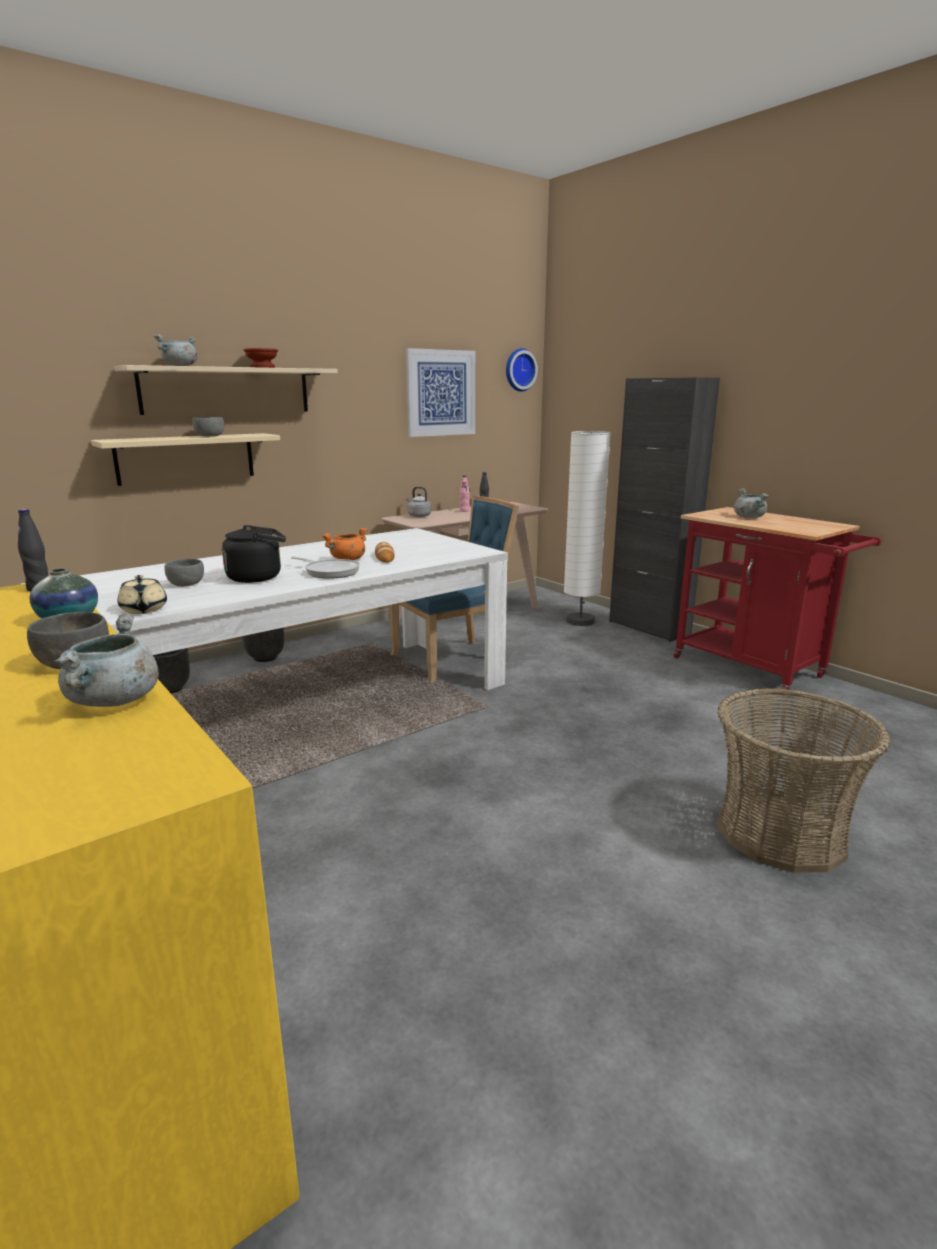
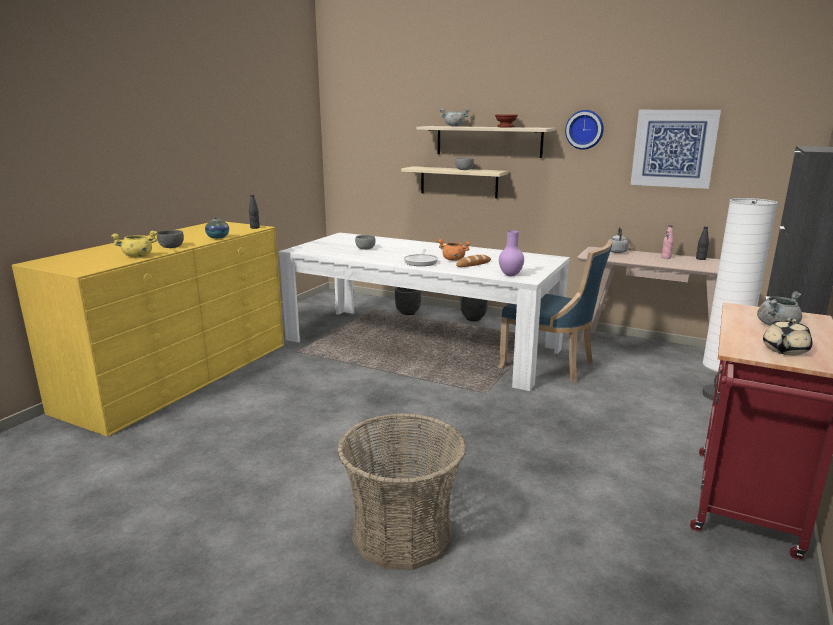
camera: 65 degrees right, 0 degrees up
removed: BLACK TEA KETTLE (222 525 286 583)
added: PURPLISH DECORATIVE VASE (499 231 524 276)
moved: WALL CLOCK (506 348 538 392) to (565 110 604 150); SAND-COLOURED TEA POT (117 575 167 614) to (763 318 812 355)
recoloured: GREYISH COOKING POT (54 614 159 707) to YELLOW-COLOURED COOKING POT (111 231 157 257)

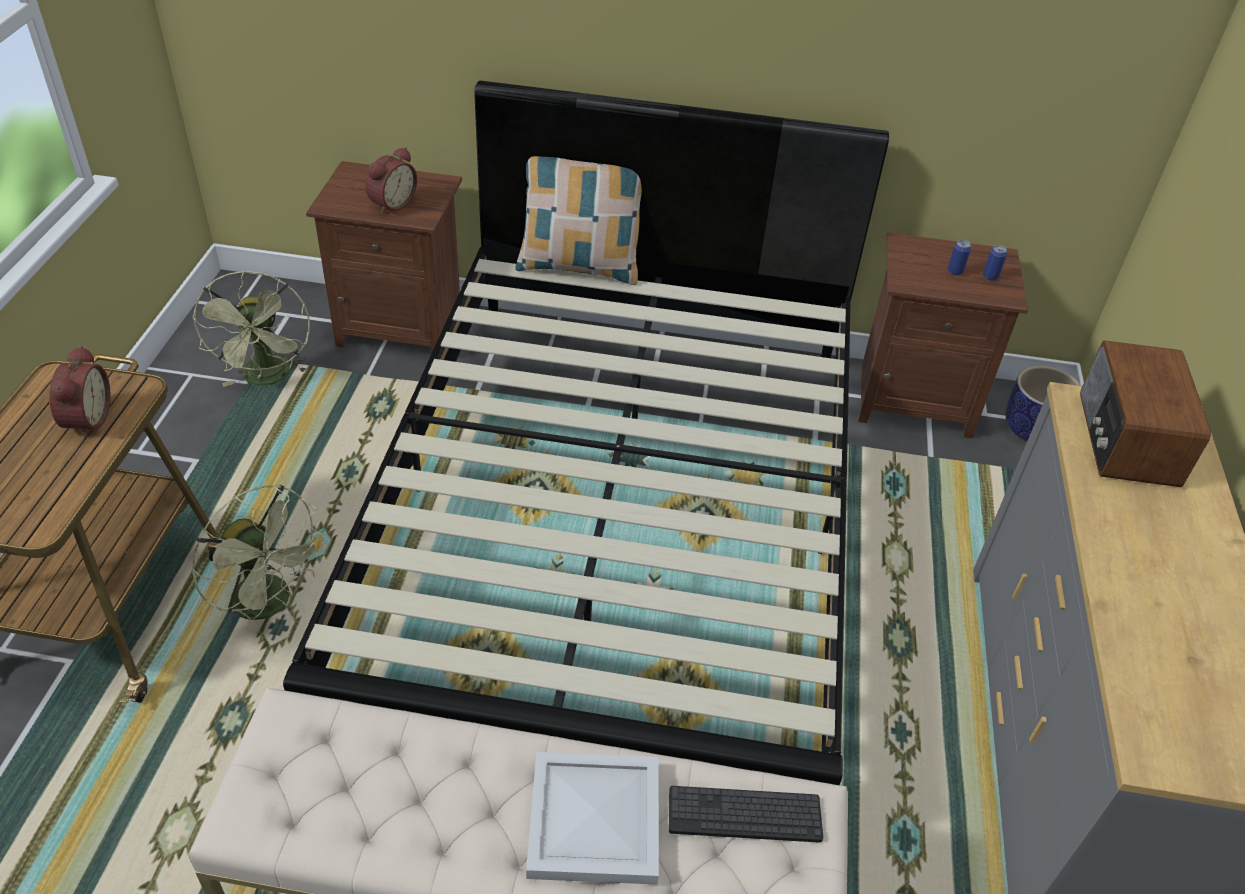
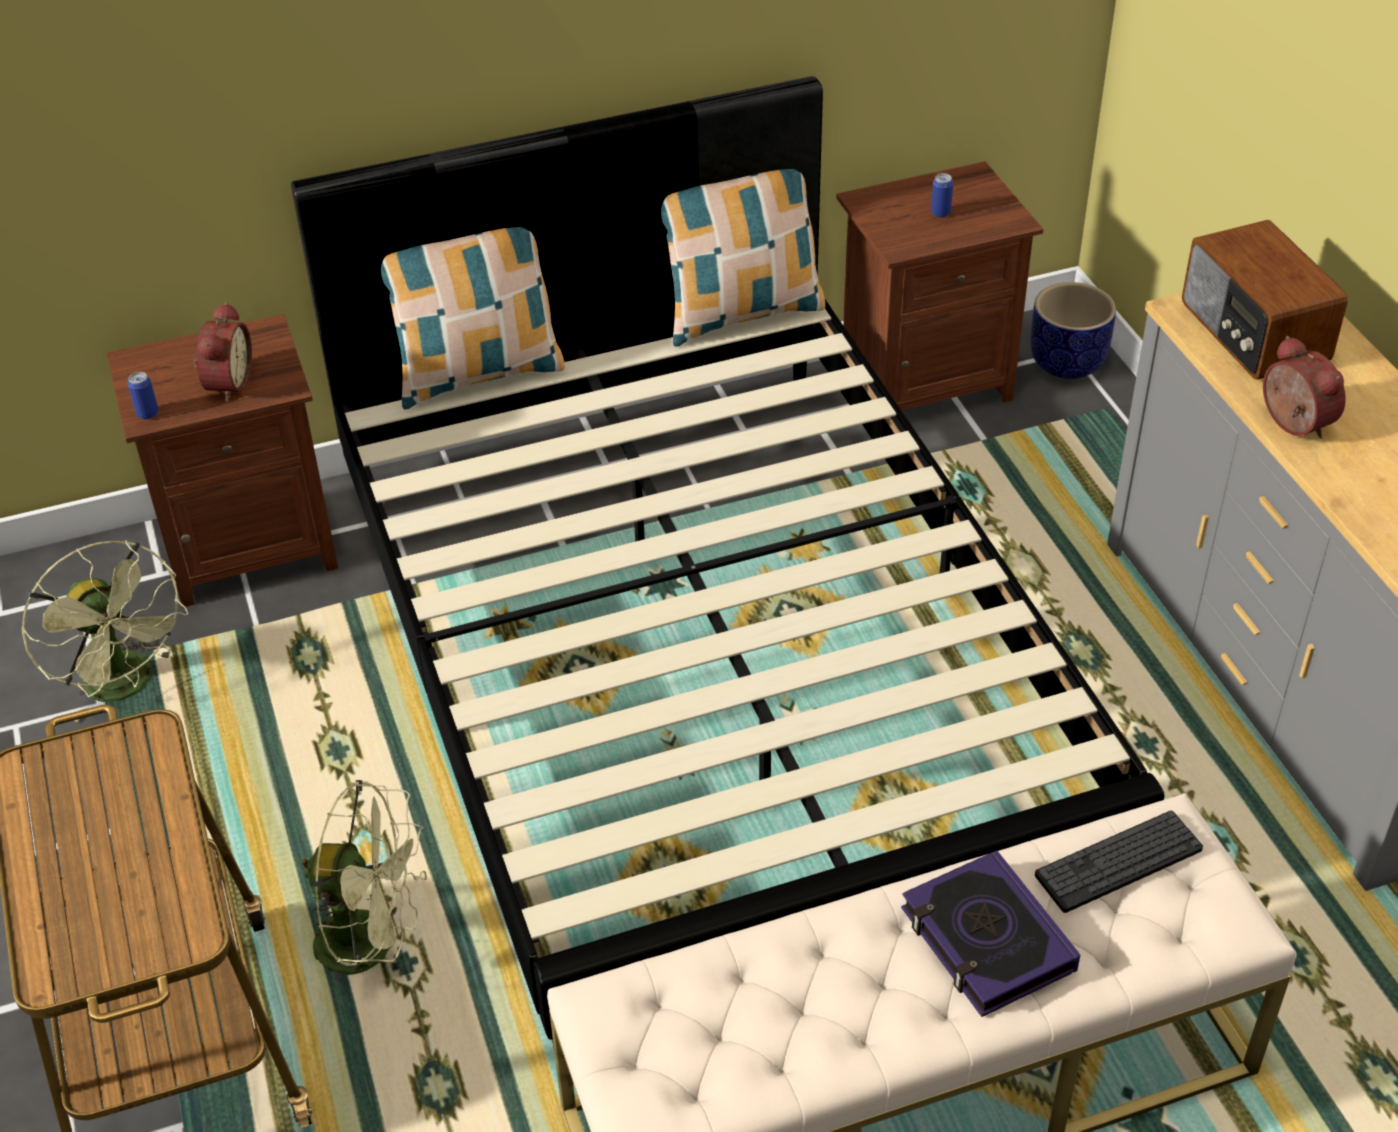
camera: 25 degrees left, 0 degrees up
added: CUSHION (661 169 825 347)
moved: CAN (983 245 1007 281) to (128 372 158 419); ALARM CLOCK (49 346 111 438) to (1263 336 1346 439)
replaced: WHITE-COLOURED TRAY (526 752 659 885) to BOUND BOOK (901 850 1080 1017)

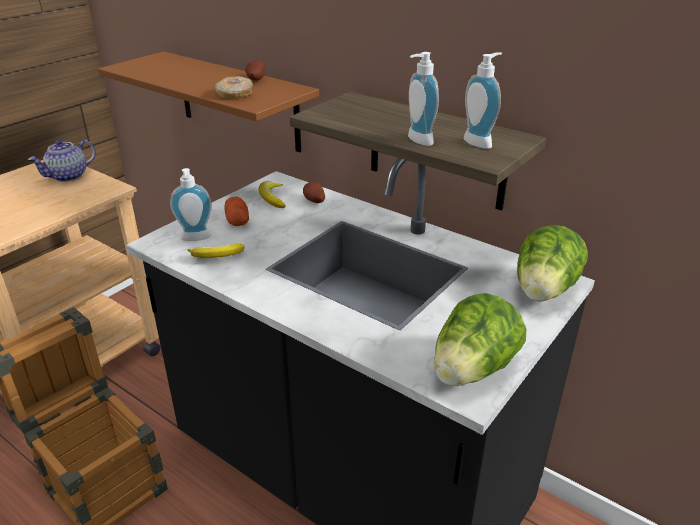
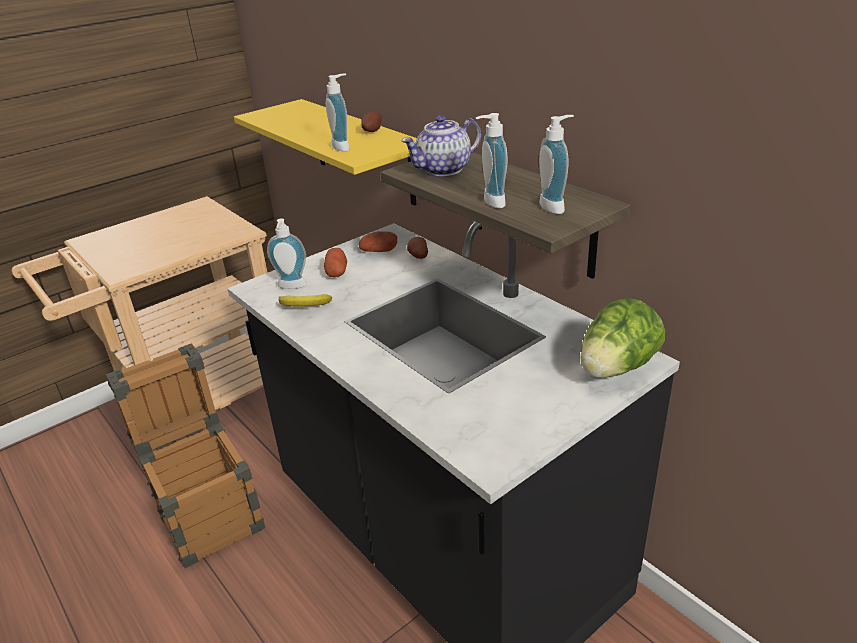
camera: 15 degrees right, 0 degrees up
removed: LETTUCE HEAD (434 293 526 386)
moved: TEA POT (28 140 96 182) to (401 116 481 176)
replaced: DONUT (215 76 253 99) to SOAP DISPENSER (326 74 350 151); BANANA FRUIT (259 181 286 208) to WHOLE POTATO (358 231 397 252)
recoloured: BROWN-COLOURED BRACKET SHELF (98 51 319 152) to YELLOW-COLOURED BRACKET SHELF (234 99 417 206)

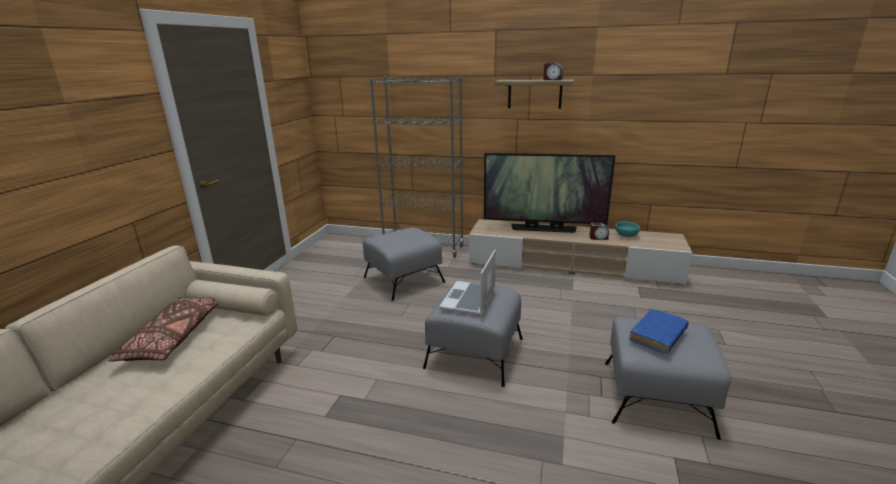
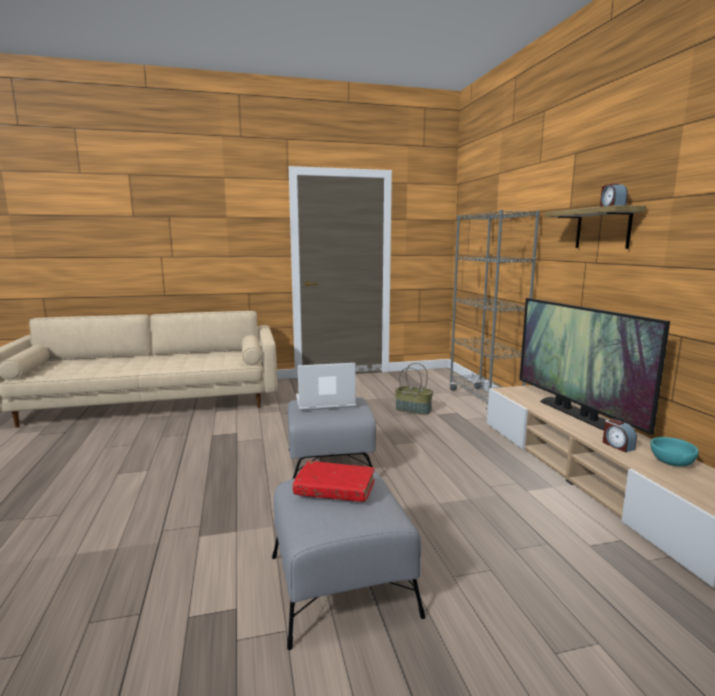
camera: 60 degrees right, 10 degrees down
removed: BROWN-COLOURED CUSHION (108 297 218 362)
replaced: GREYISH POUFFE (363 227 445 301) to STORAGE BASKET (395 363 433 415)
recoloured: BLUE-COLOURED BOUND BOOK (629 309 689 353) to RED-COLOURED BOUND BOOK (293 461 375 502)

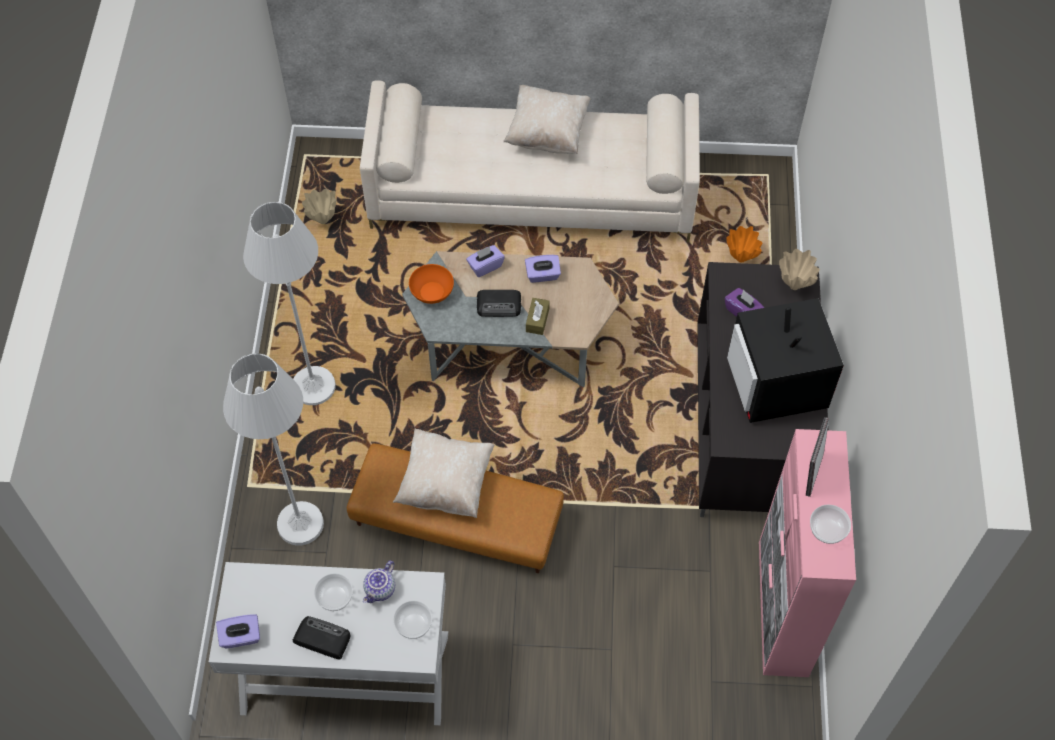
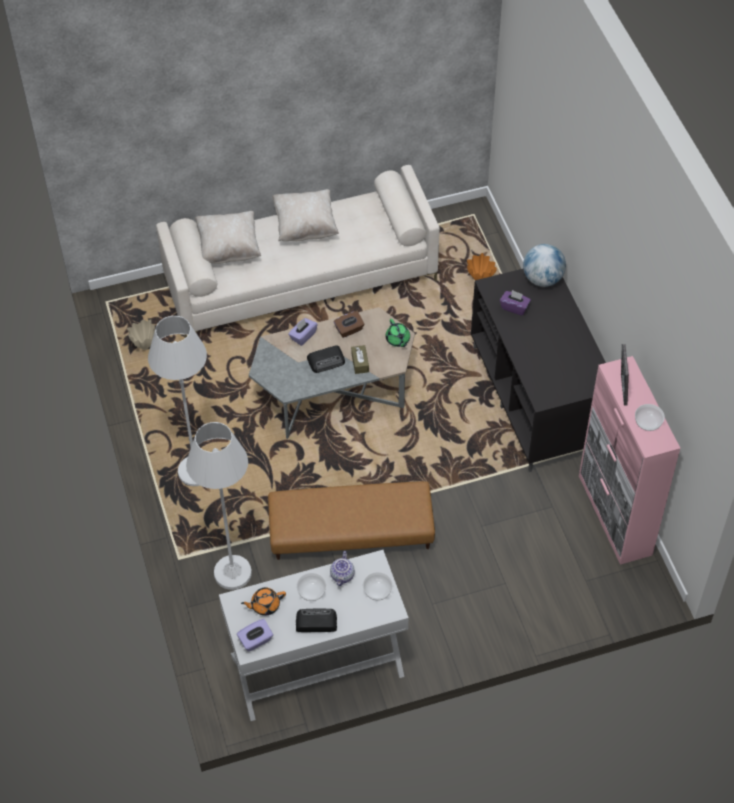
camera: 20 degrees left, 5 degrees down
removed: ORANGE-COLOURED SERVING BOWL (409 264 454 304); TV (727 298 844 423)
added: GREENISH TEA POT (386 319 410 347); ORANGE-COLOURED TEA POT (241 587 286 616)
moved: SAND-COLOURED CUSHION (393 429 494 518) to (195 211 261 264)
replaced: SAND-COLOURED DECORATIVE VASE (779 249 820 290) to WORLD GLOBE (523 244 566 287)
recoloured: PURPLISH TISSUE BOX (525 255 561 283) to BROWN-COLOURED TISSUE BOX (334 311 364 338)

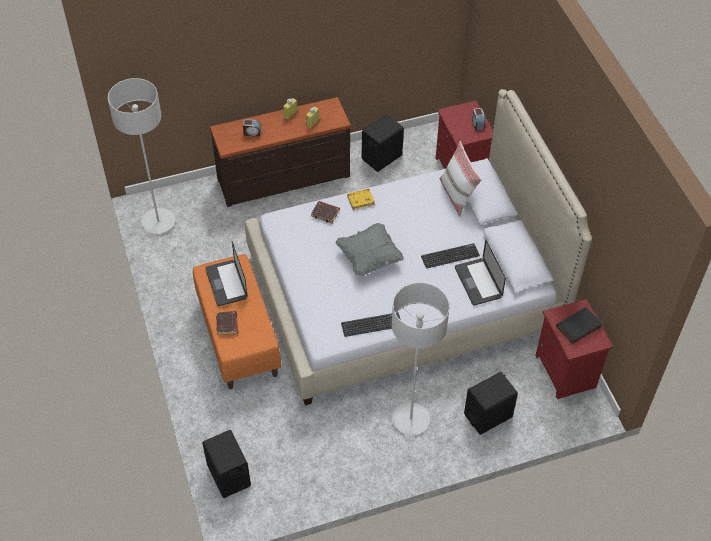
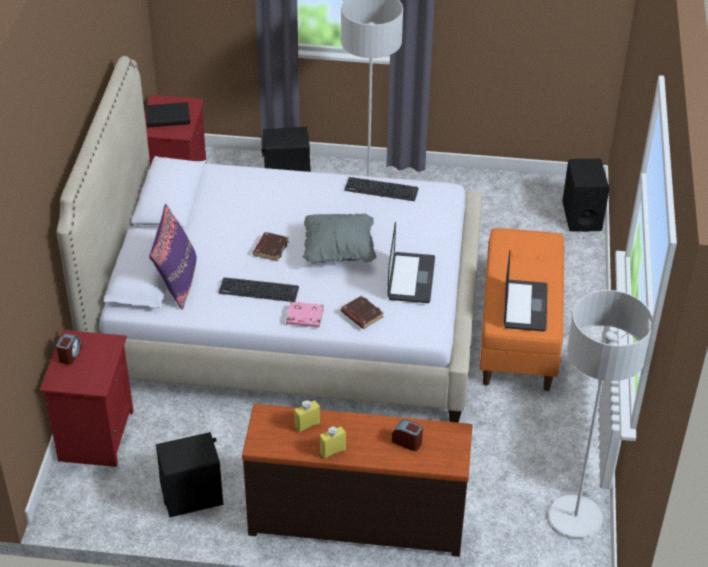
camera: 155 degrees left, 10 degrees down
moved: LAPTOP (455 239 506 306) to (387 222 435 303); KEYBOARD (421 243 480 269) to (218 277 299 302); BROWN-COLOURED BOUND BOOK (216 311 238 335) to (253 232 289 261)
recoloured: WHITE-COLOURED CUSHION (440 141 482 217) to PURPLISH CUSHION (149 204 197 310); YELLOW-COLOURED BOUND BOOK (347 189 375 210) to PINKISH BOUND BOOK (286 302 324 328)

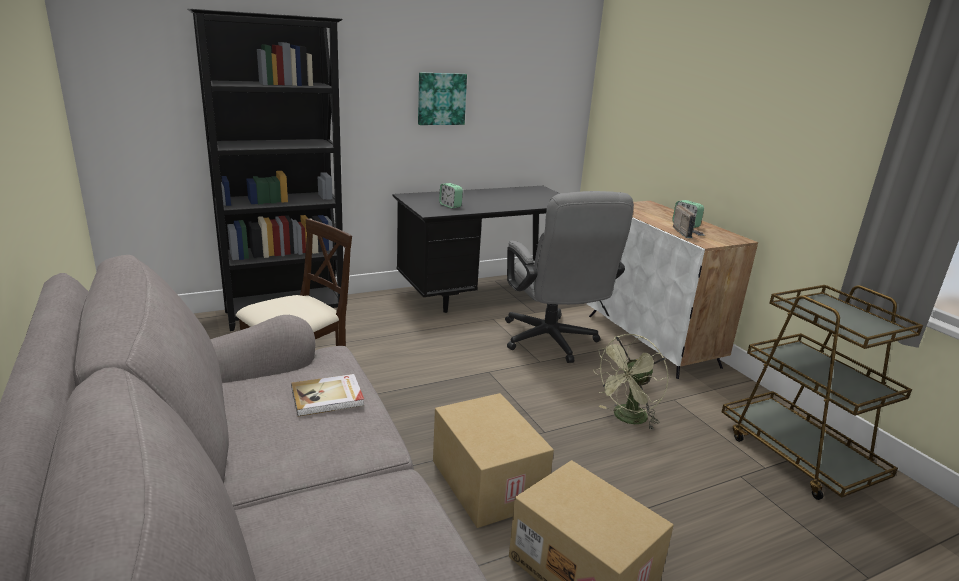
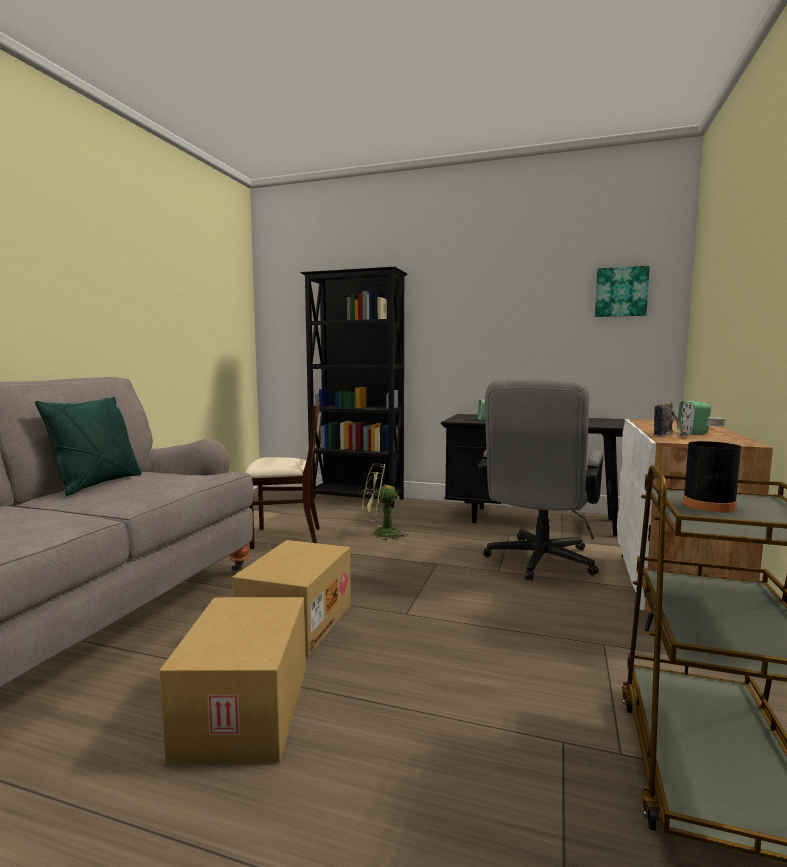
camera: 45 degrees right, 15 degrees down
removed: BOUND BOOK (291 374 364 417)
added: GREENISH CUSHION (35 397 142 496); BLACK BOTTLE (683 417 741 512)
moved: WALL PICTURE (418 72 467 125) to (595 266 650 317); GREENISH ELECTRIC FAN (593 334 668 430) to (362 463 408 541)

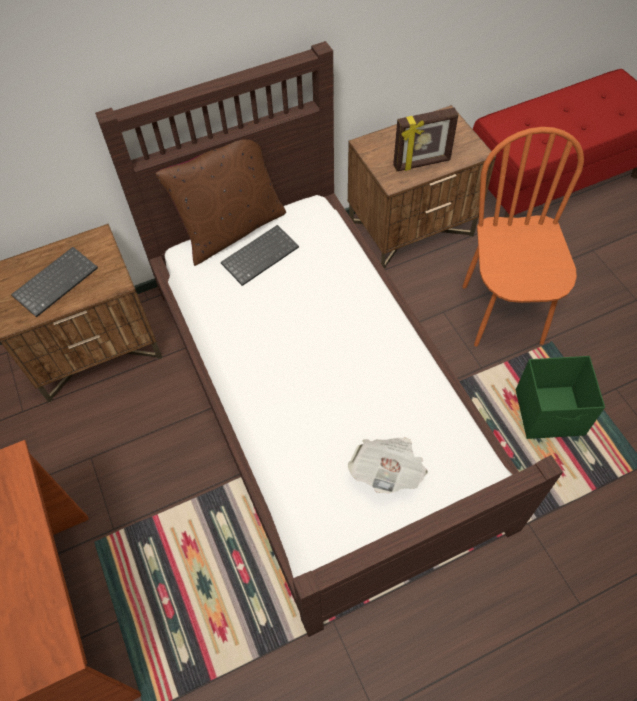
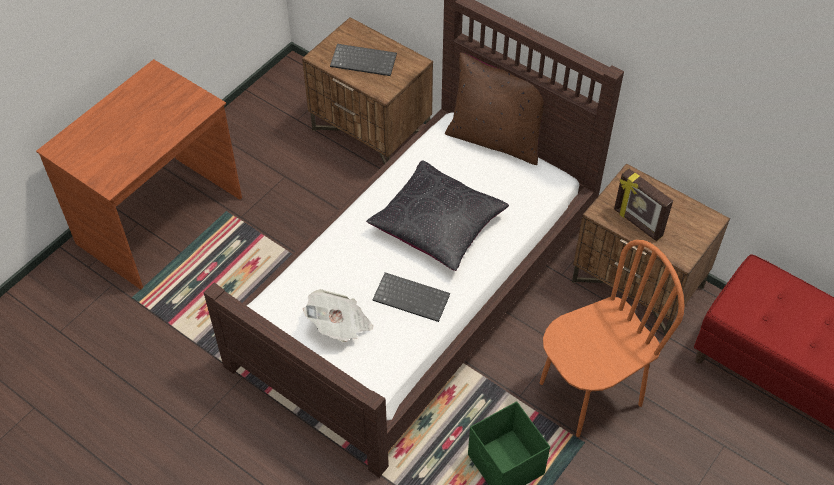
camera: 60 degrees right, 5 degrees down
added: BLACK CUSHION (366 160 509 271)
moved: KEYBOARD (221 225 299 286) to (372 272 450 322)

